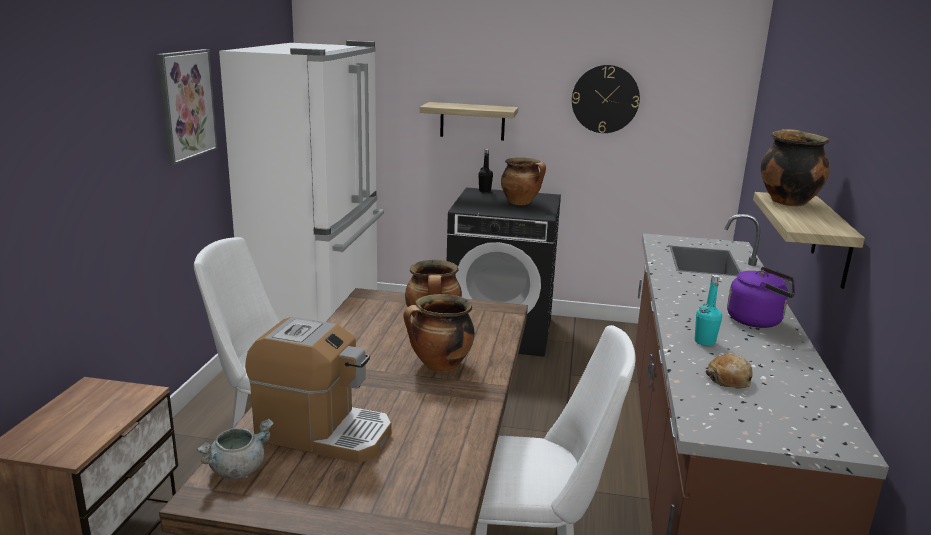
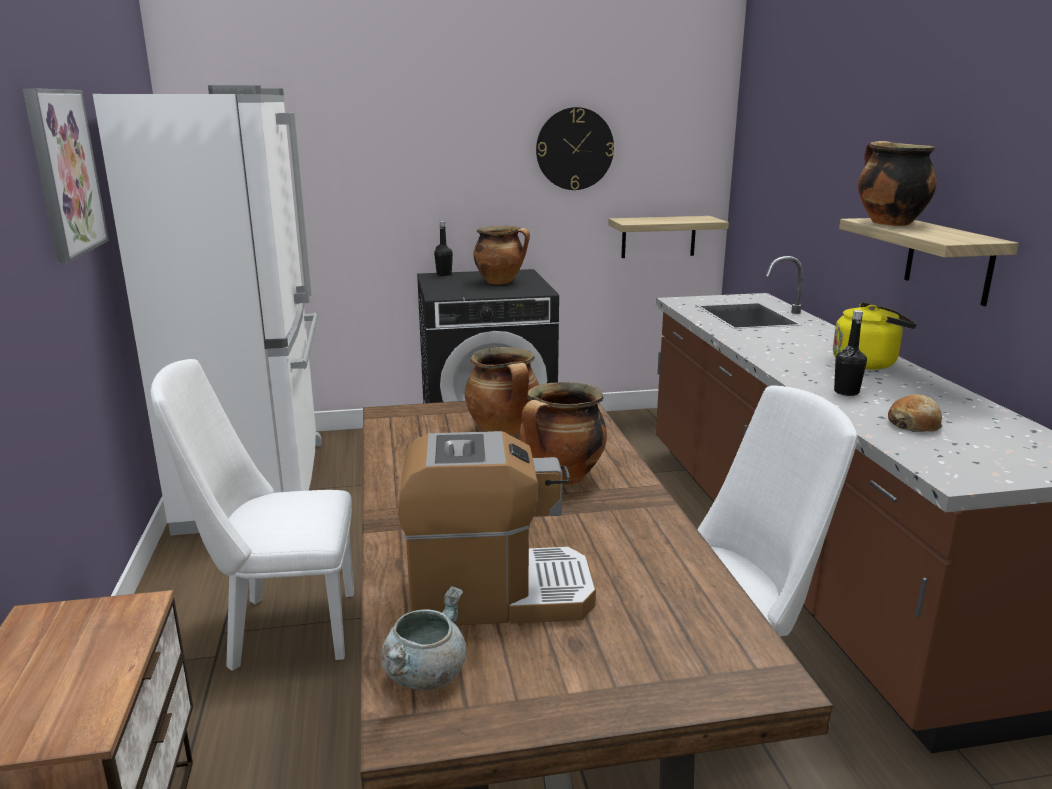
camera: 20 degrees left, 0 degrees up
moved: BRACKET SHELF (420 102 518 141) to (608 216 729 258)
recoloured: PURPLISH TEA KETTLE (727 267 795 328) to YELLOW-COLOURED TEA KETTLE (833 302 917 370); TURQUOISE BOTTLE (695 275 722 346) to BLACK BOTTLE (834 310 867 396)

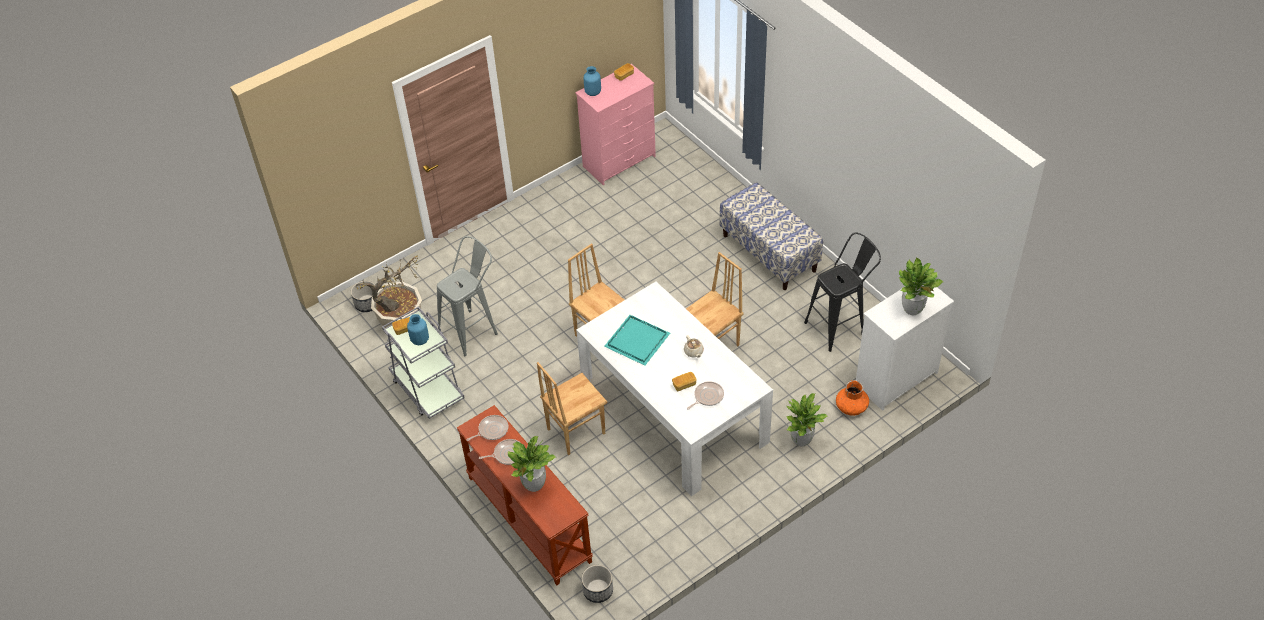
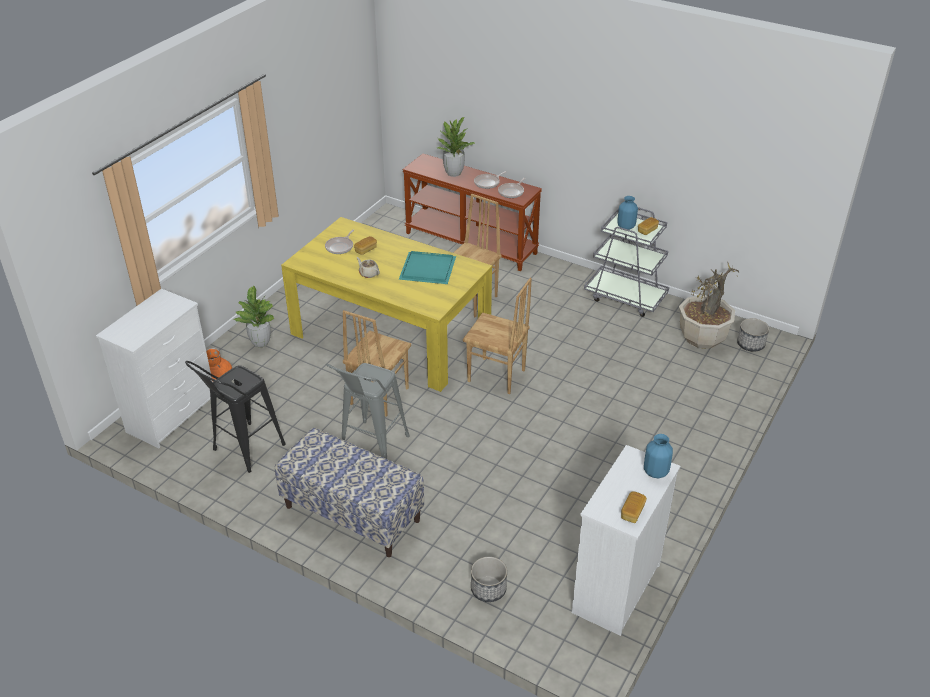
camera: 155 degrees right, 10 degrees down
removed: POTTED PLANT (899 258 943 315)
moved: GREYISH STOOL (437 236 498 356) to (326 363 410 459); FLOWER POT (582 565 613 603) to (471 557 507 602)
recoloured: PINKISH DRAWER CHEST (575 64 656 185) to WHITE-COLOURED DRAWER CHEST (572 445 680 636); WHITE-COLOURED DINNER TABLE (576 281 773 496) to YELLOW-COLOURED DINNER TABLE (281 217 492 392)

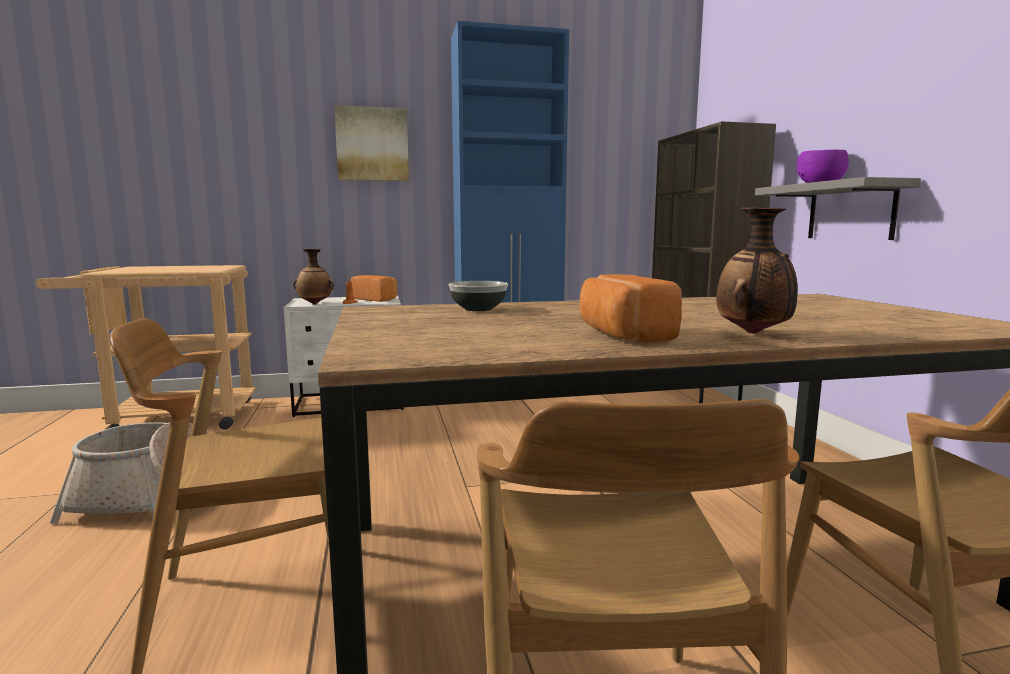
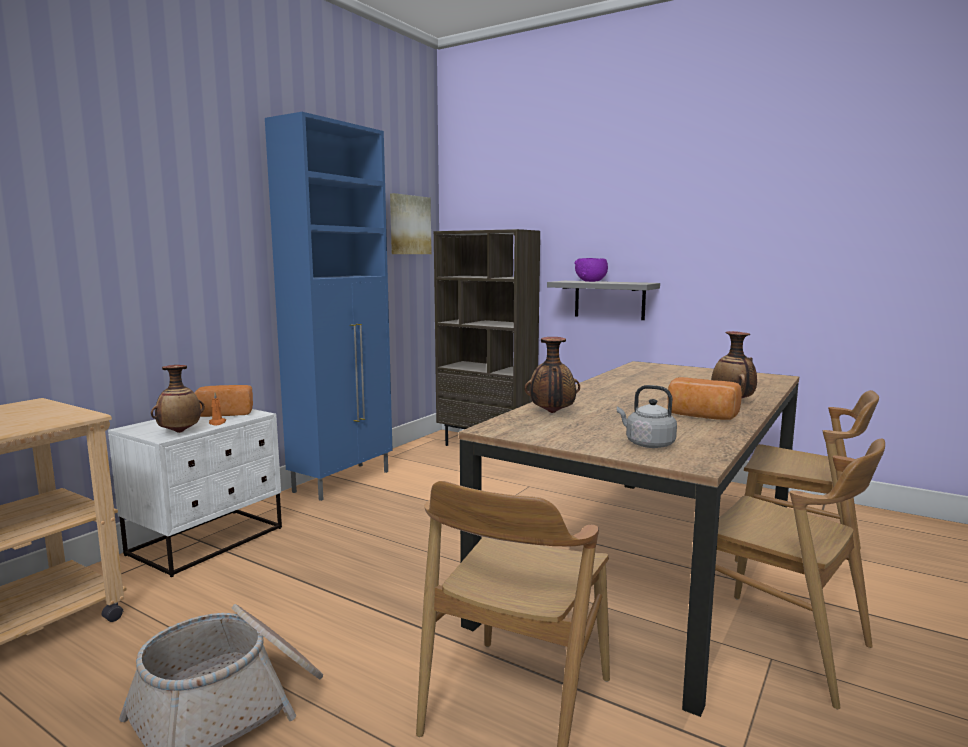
camera: 45 degrees left, 0 degrees up
added: GREYISH TEA KETTLE (617 385 677 448)
moved: WALL PICTURE (334 105 409 181) to (390 193 431 254)
replaced: SERVING BOWL (449 281 508 311) to DECORATIVE VASE (525 337 580 413)

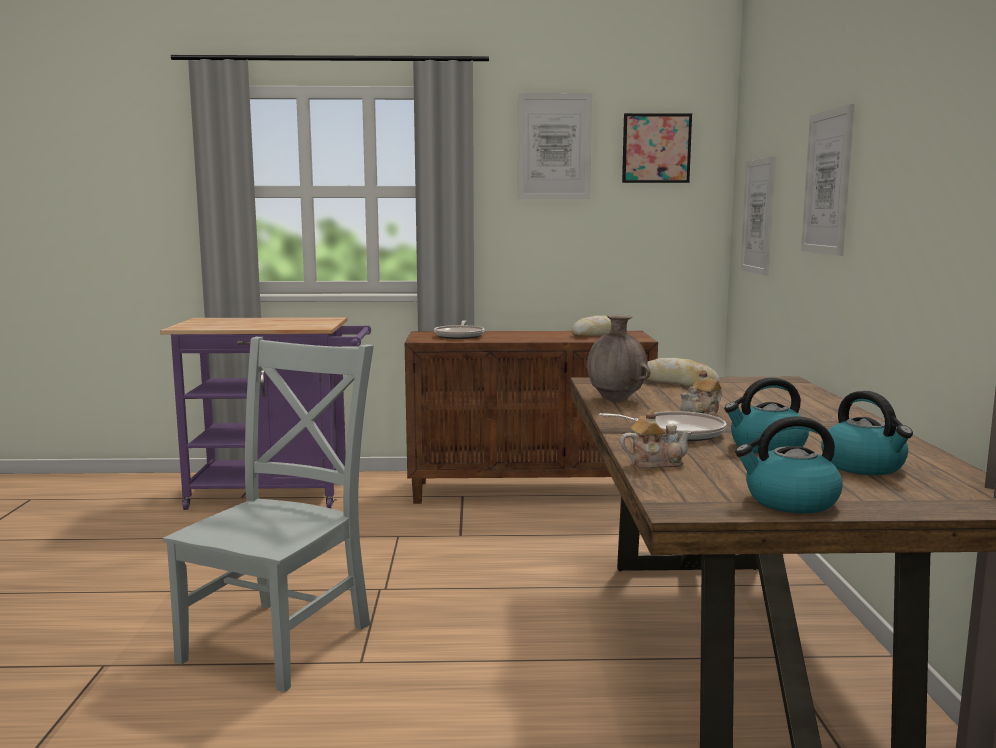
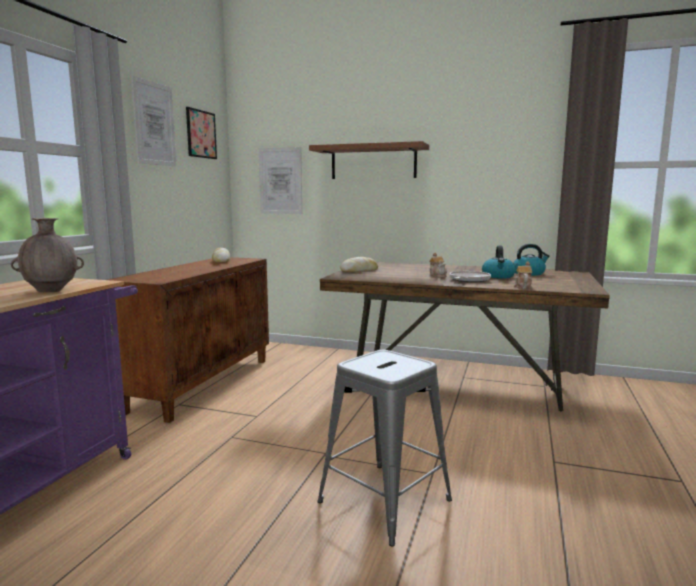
camera: 70 degrees left, 0 degrees up
removed: SKILLET (434 320 484 339); TEA KETTLE (735 416 843 514)
moved: BROWN-COLOURED DECORATIVE VASE (586 315 650 402) to (11 218 84 292)
replaced: WALL PICTURE (801 104 854 256) to BROWN-COLOURED BRACKET SHELF (309 141 429 179); GREYISH UPRIGHT CHAIR (163 337 374 692) to GREYISH STOOL (317 350 452 546)

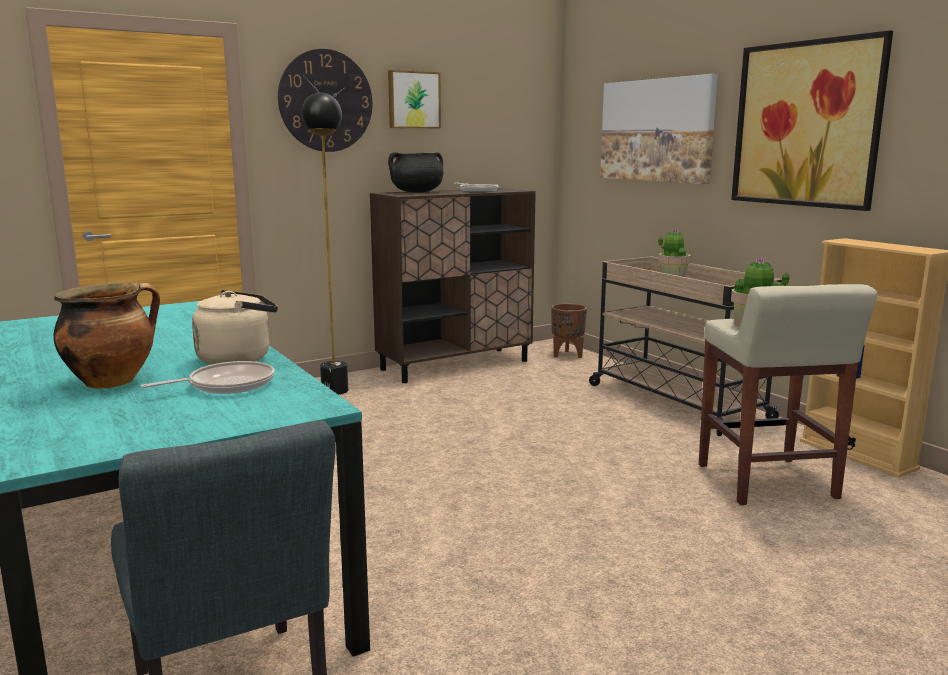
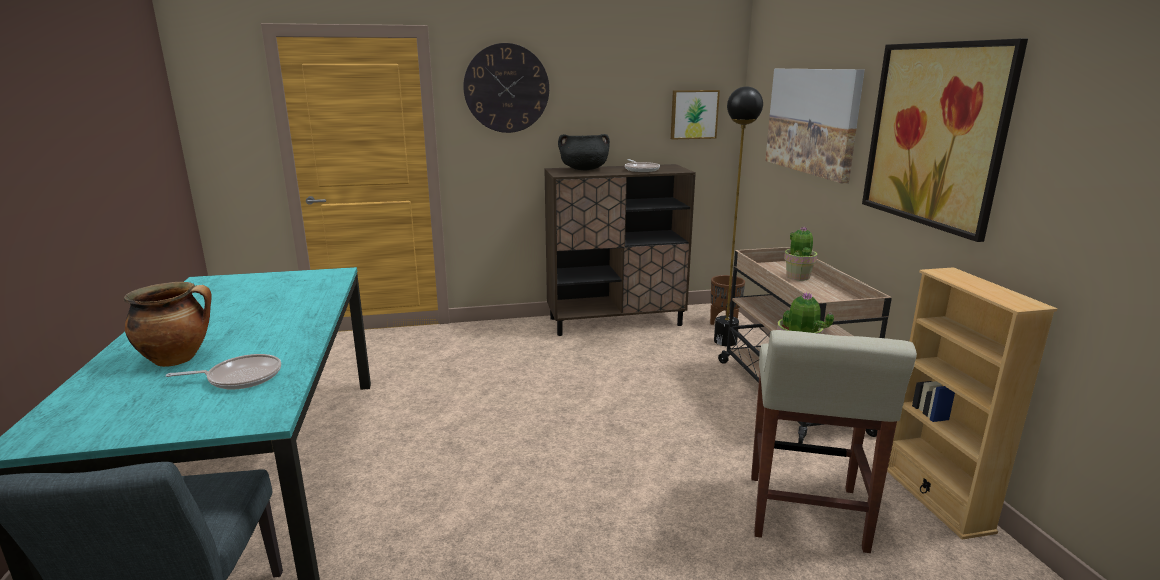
camera: 20 degrees right, 5 degrees up
removed: SAND-COLOURED TEA KETTLE (192 290 278 365)
moved: WALL PICTURE (388 70 441 129) to (671 90 720 140); BLACK STANDARD LAMP (302 93 348 395) to (714 86 763 346)

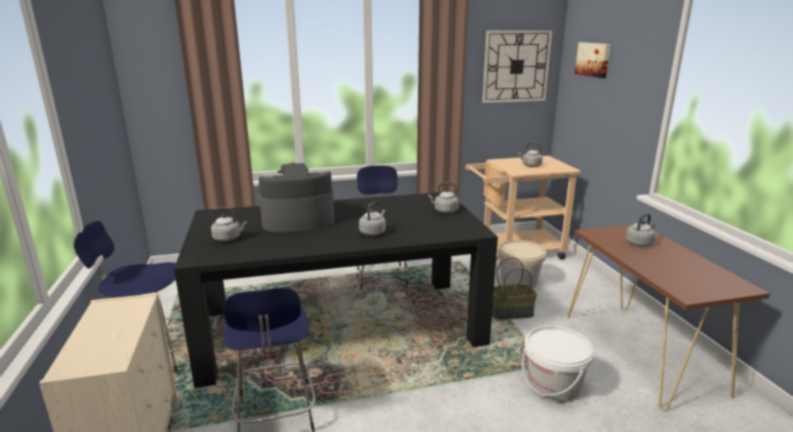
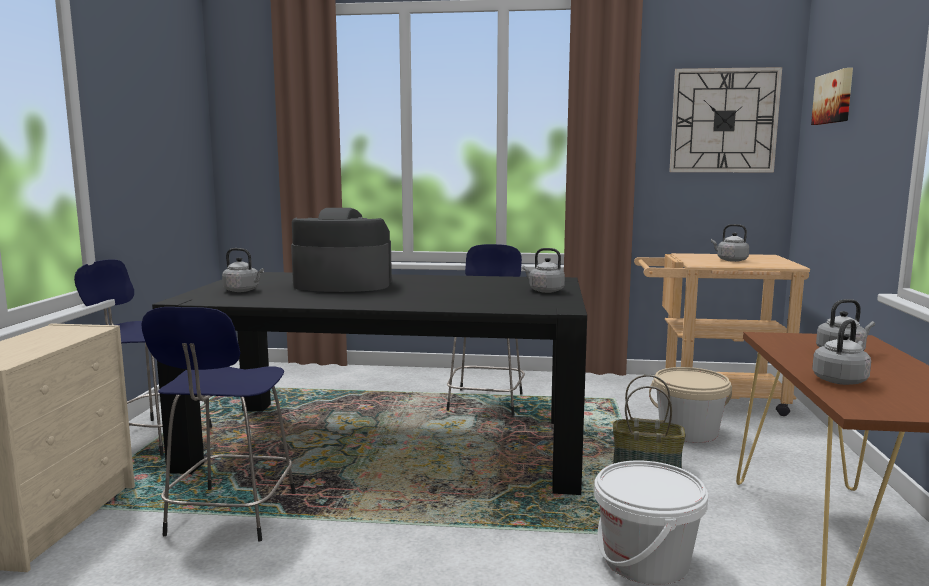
camera: 20 degrees right, 10 degrees down
moved: GREYISH TEA KETTLE (359 201 386 236) to (812 319 871 385)

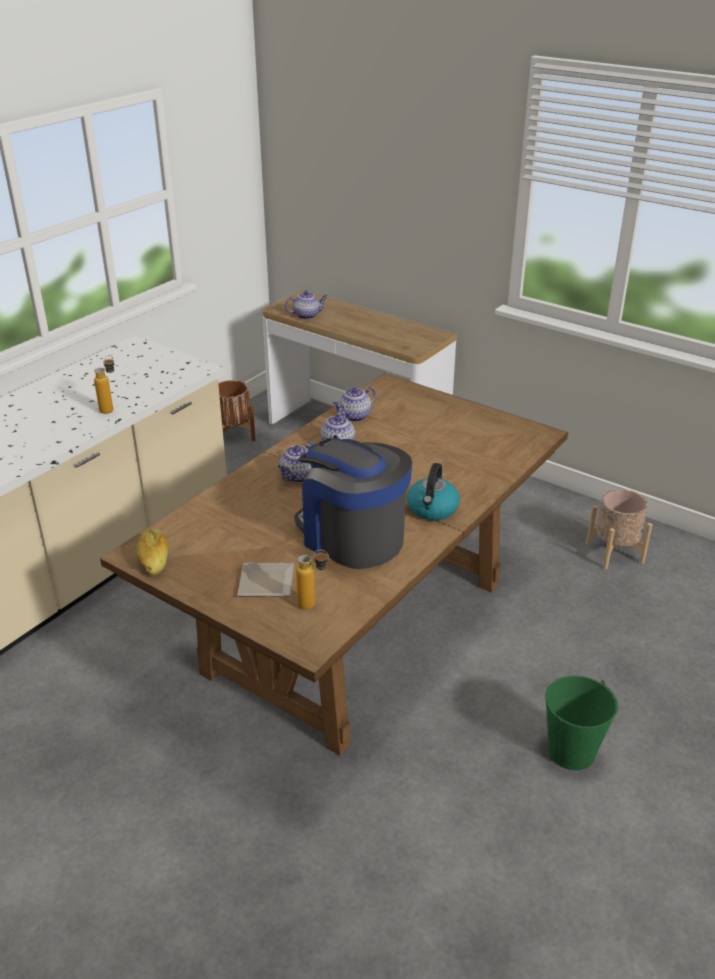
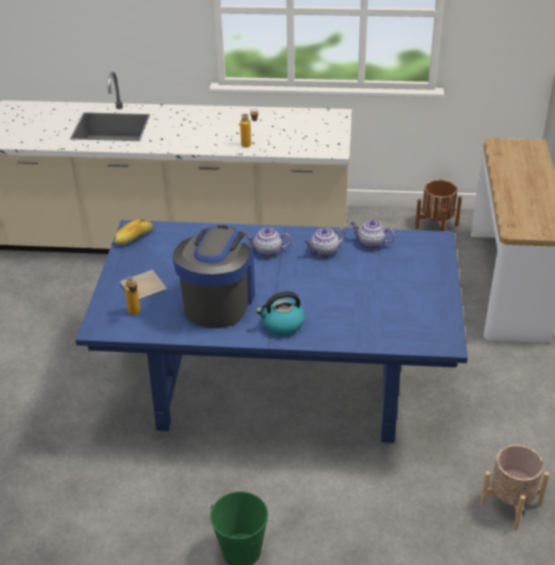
camera: 60 degrees right, 5 degrees up
removed: TEA POT (285 291 327 319)
recoloured: BROWN-COLOURED DINNER TABLE (100 373 568 755) to BLUE-COLOURED DINNER TABLE (76 220 468 443)

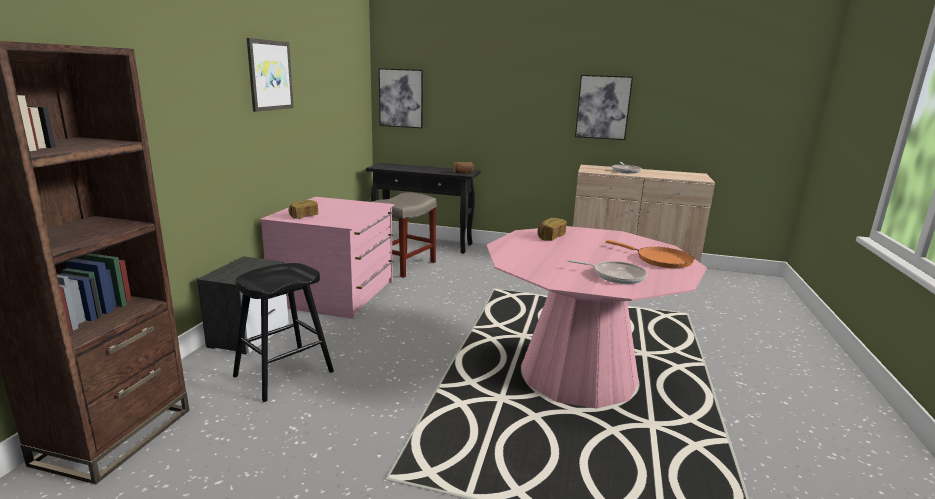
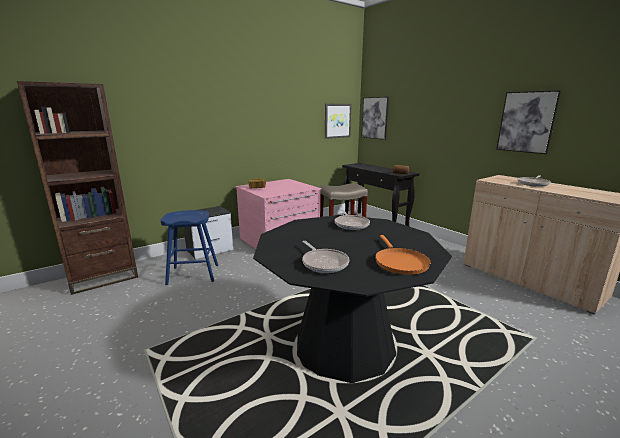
camera: 40 degrees right, 0 degrees up
moved: WALL PICTURE (247 38 294 112) to (325 104 352 139)
replaced: BAKERY BREAD (538 218 567 241) to SKILLET (335 209 370 230)
recoloured: PINKISH DINNER TABLE (487 226 707 408) to BLACK DINNER TABLE (253 215 452 383); BLACK STOOL (233 263 334 402) to BLUE-COLOURED STOOL (161 210 218 285)

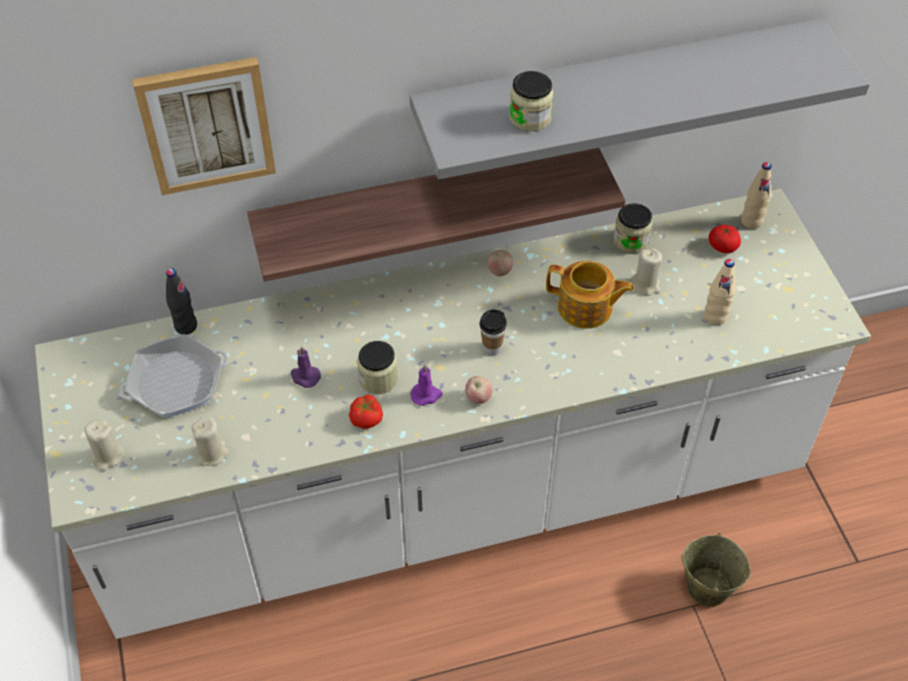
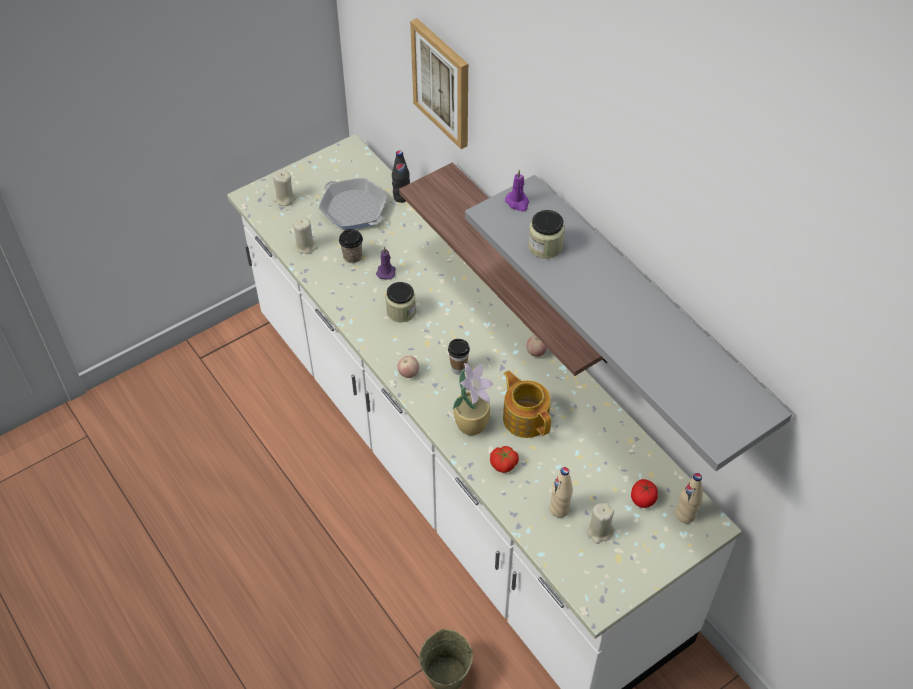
camera: 70 degrees right, 0 degrees up
removed: STORAGE JAR (613 204 653 253)
added: CUP (339 229 363 263); POTTED PLANT (452 363 493 436)
moved: SAND-COLOURED CANDLE (633 248 662 296) to (587 503 614 544); PURPLISH CANDLE (410 364 443 406) to (505 170 529 212); WHOLE TOMATO (349 395 383 429) to (490 446 519 473)
turned: TEA POT (546 261 634 329) = (503 371 551 438) 150 degrees clockwise

